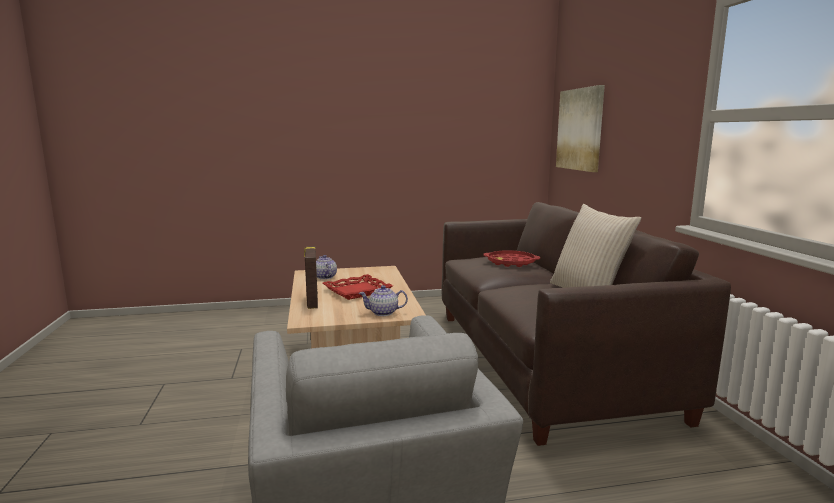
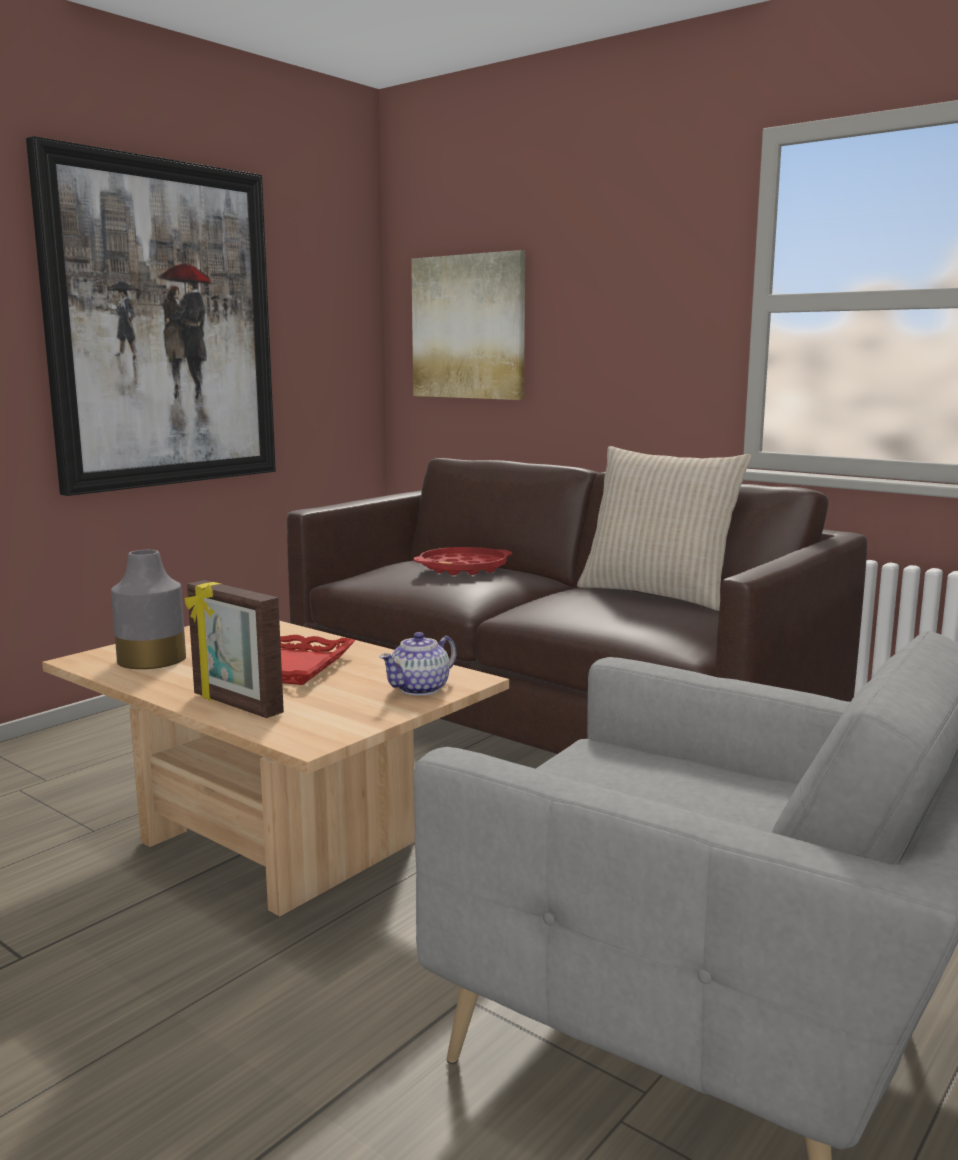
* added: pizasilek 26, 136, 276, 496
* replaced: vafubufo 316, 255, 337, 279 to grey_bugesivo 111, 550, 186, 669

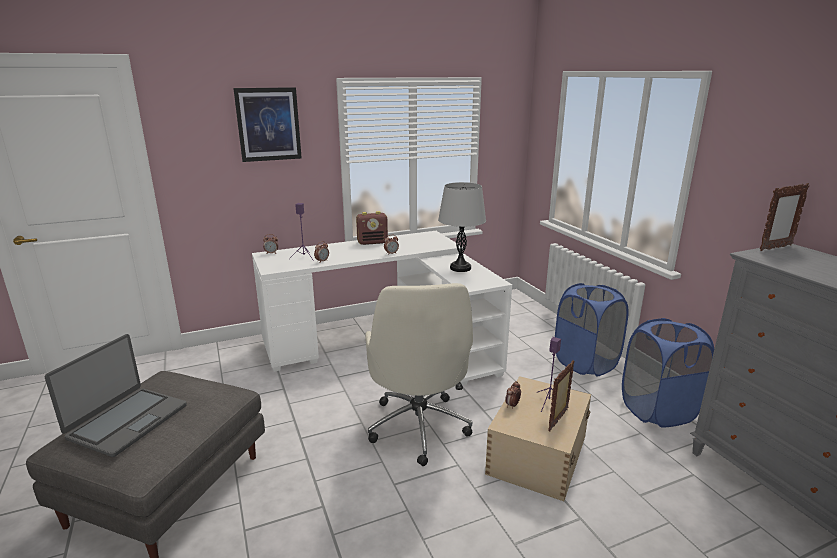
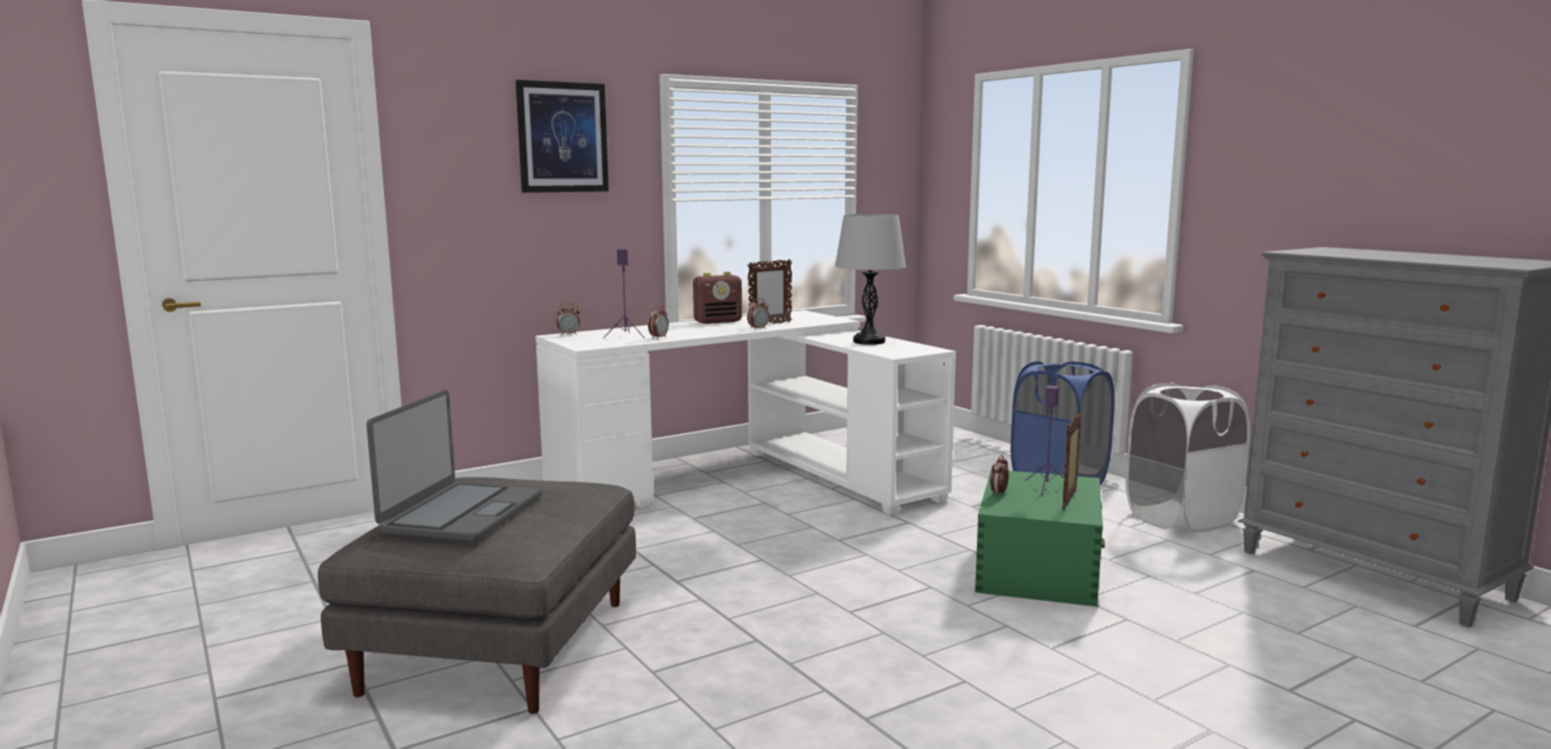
* removed: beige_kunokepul 365, 283, 473, 466
* moved: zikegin 760, 183, 809, 251 to 747, 259, 792, 324
* recoloured: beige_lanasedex 485, 376, 591, 501 to green_lanasedex 975, 469, 1105, 607
* recoloured: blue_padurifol 622, 318, 714, 428 to white_padurifol 1125, 382, 1250, 532

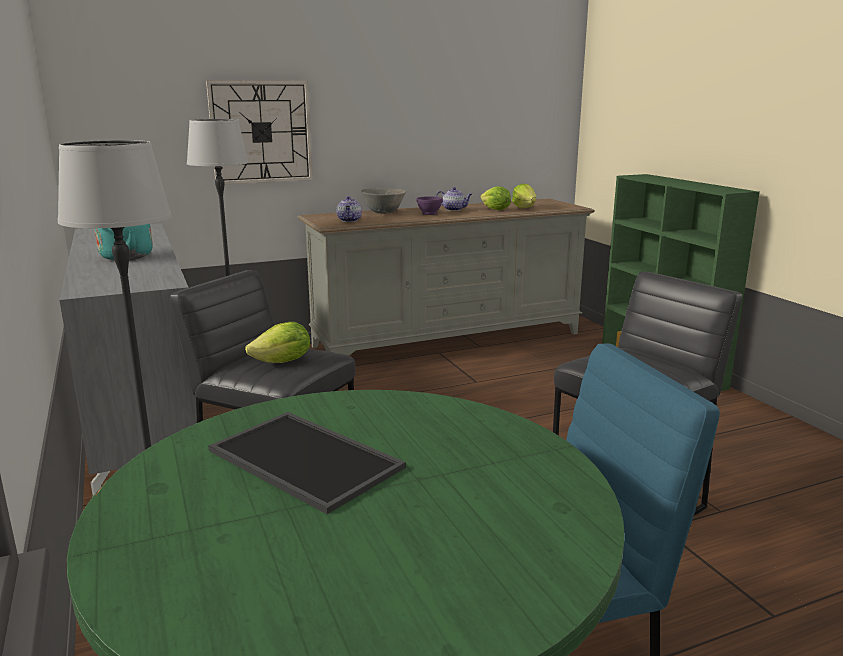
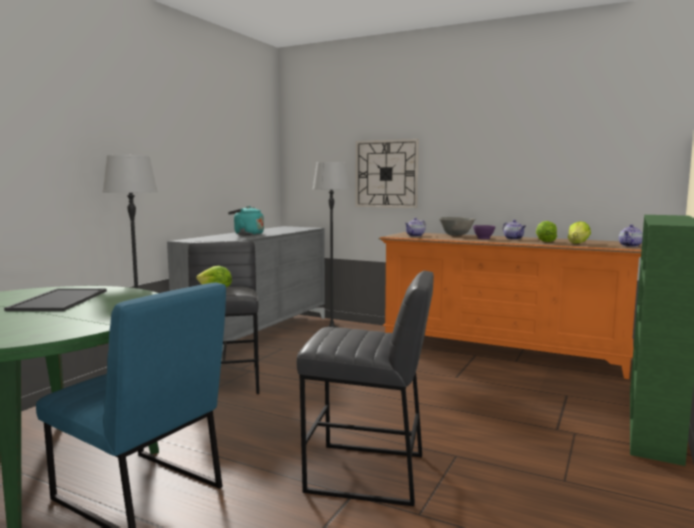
* added: vafubufo 619, 224, 643, 247
* recoloured: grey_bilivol 297, 198, 595, 355 to orange_bilivol 379, 232, 642, 379

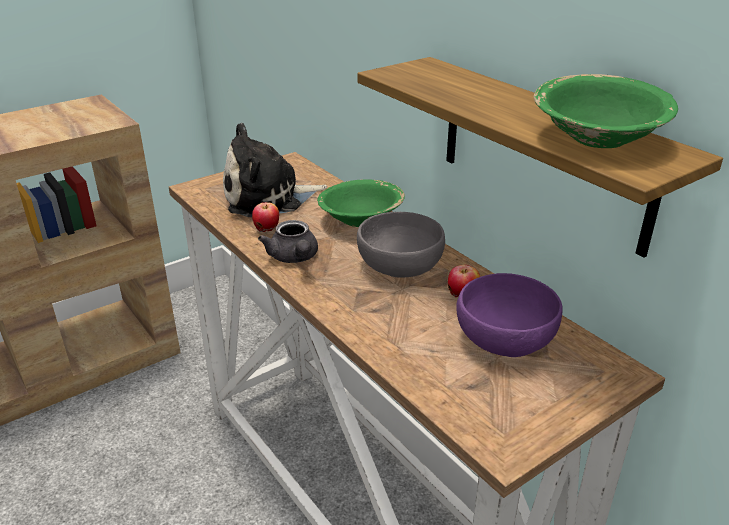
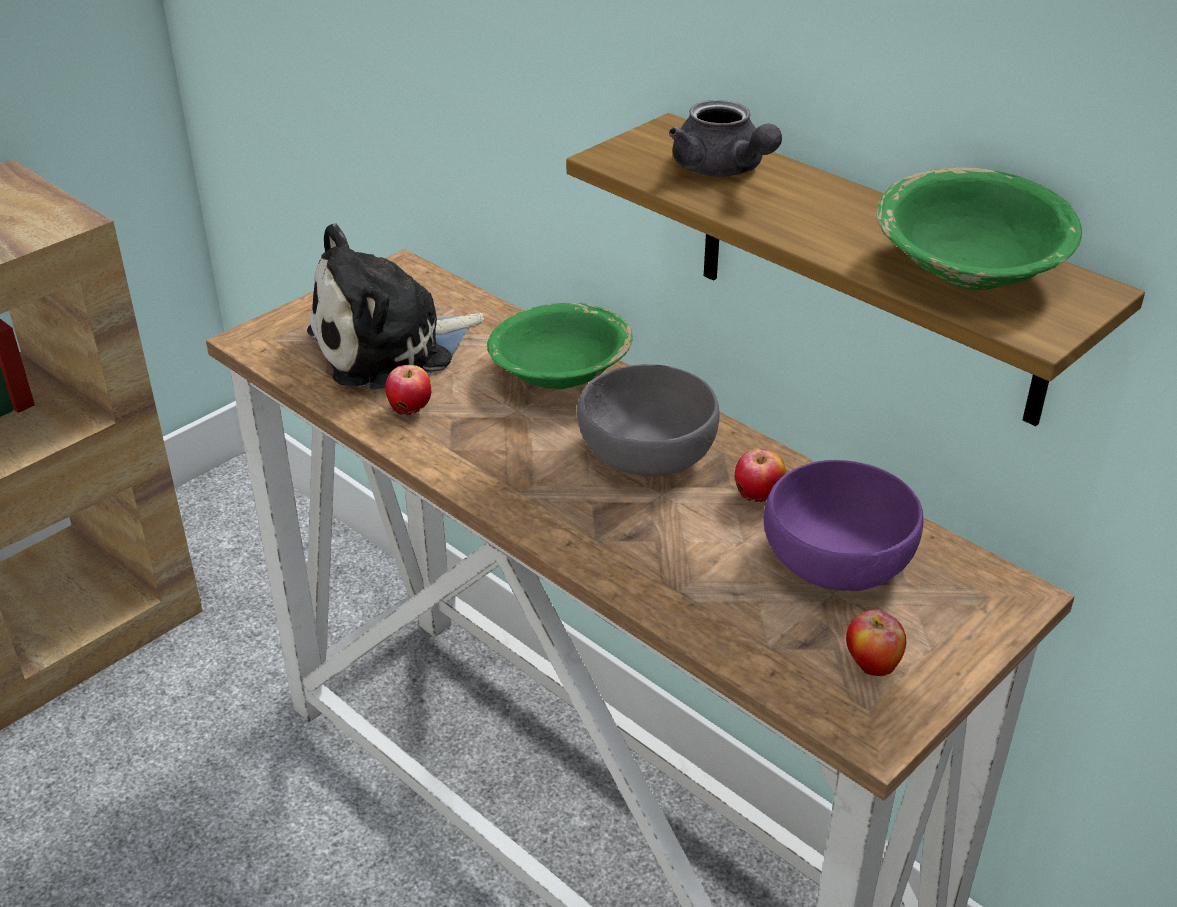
* added: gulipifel 846, 609, 906, 676
* moved: grey_vafubufo 258, 220, 318, 263 to 669, 100, 782, 177

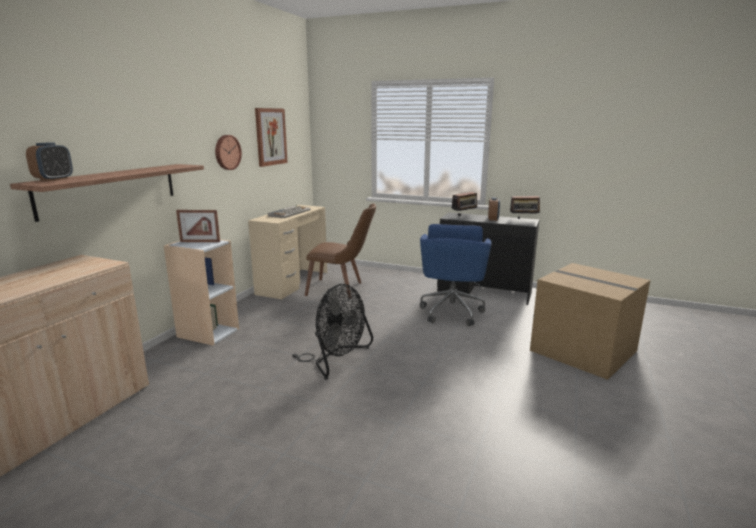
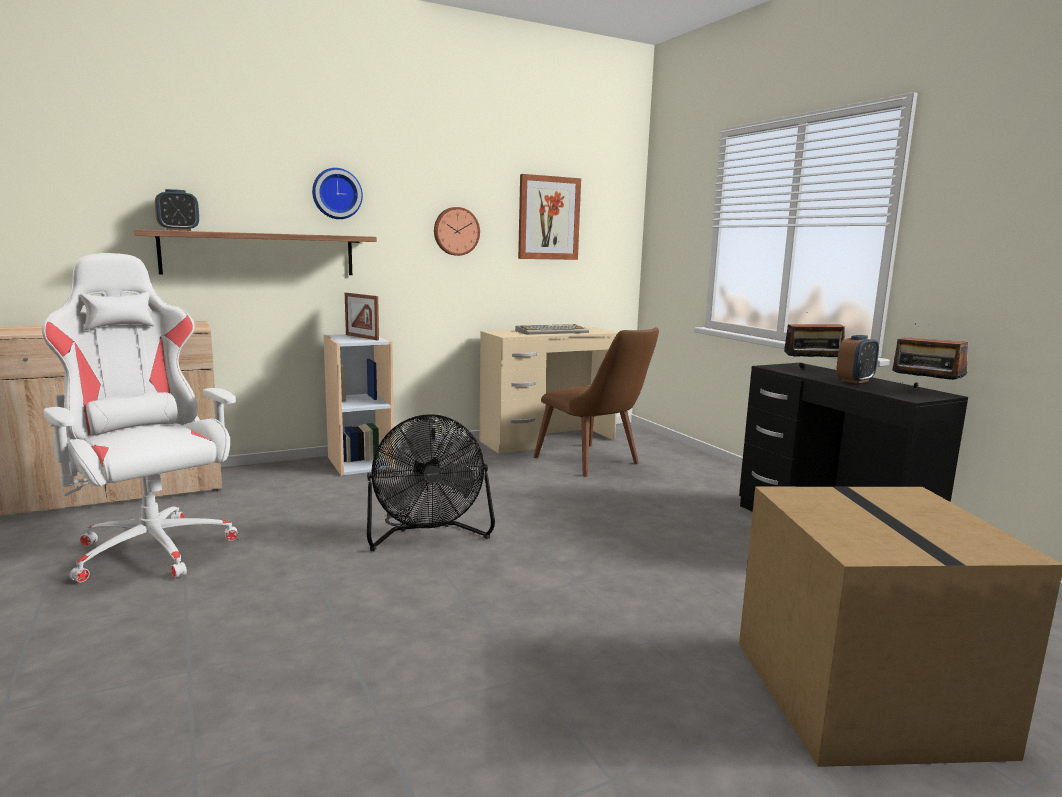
* removed: blue_kunokepul 420, 224, 491, 326
* added: white_kunokepul 42, 253, 238, 582
* added: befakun 312, 168, 363, 219

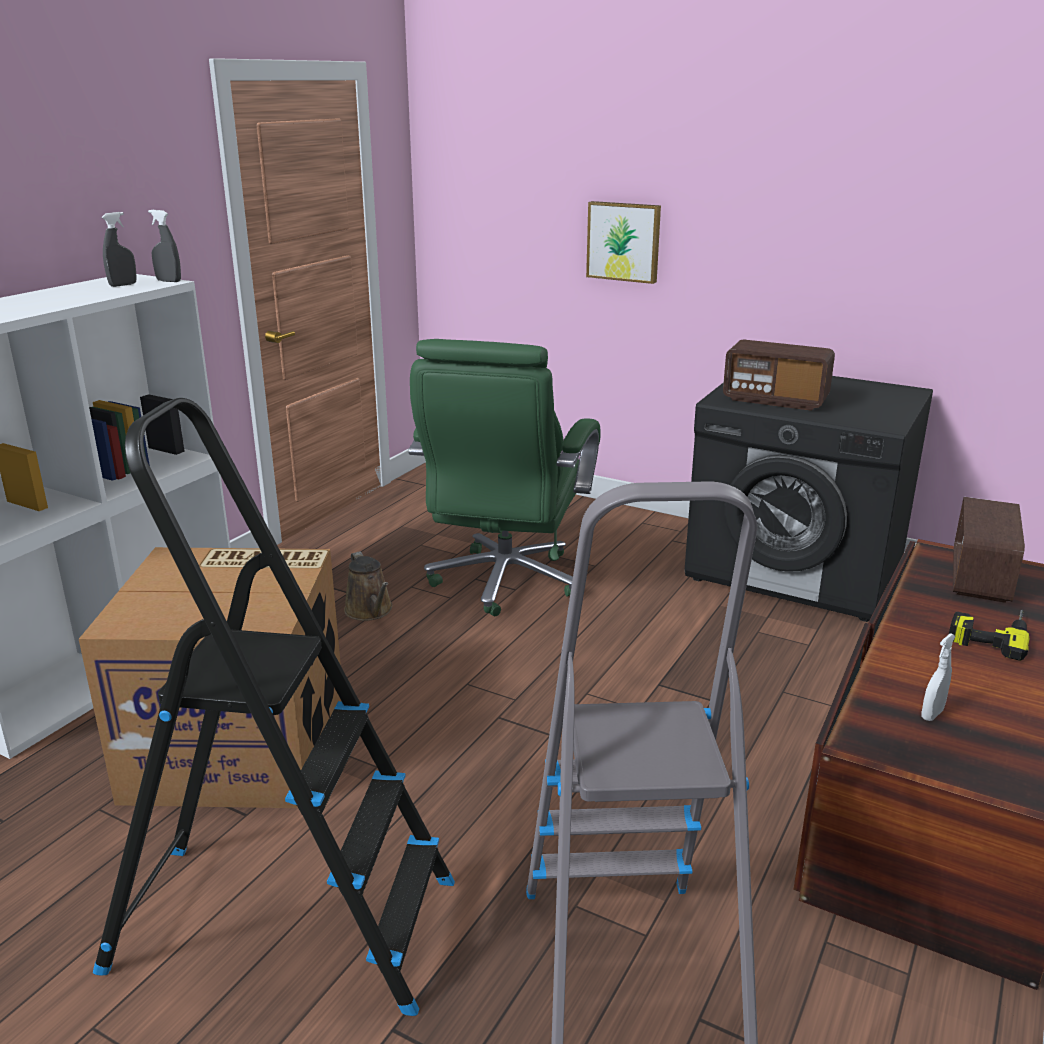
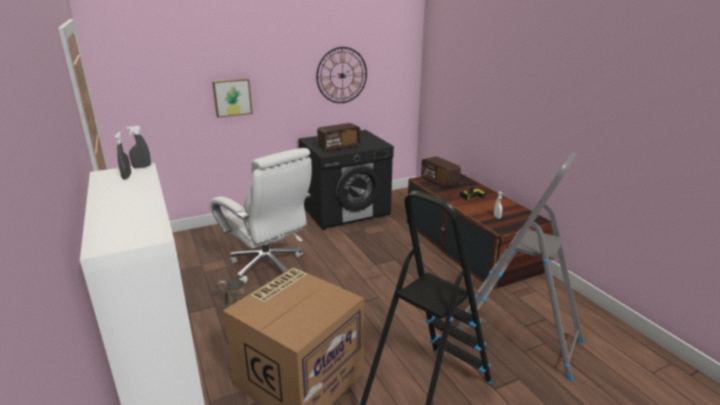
* added: befakun 316, 47, 367, 103
* recoloured: green_kunokepul 408, 339, 601, 616 to white_kunokepul 209, 148, 312, 283

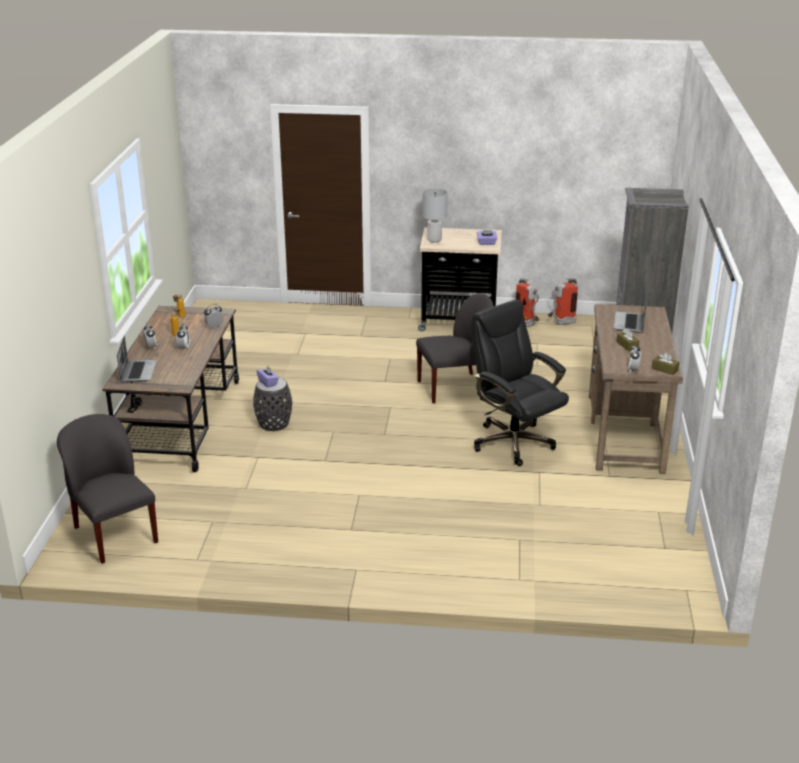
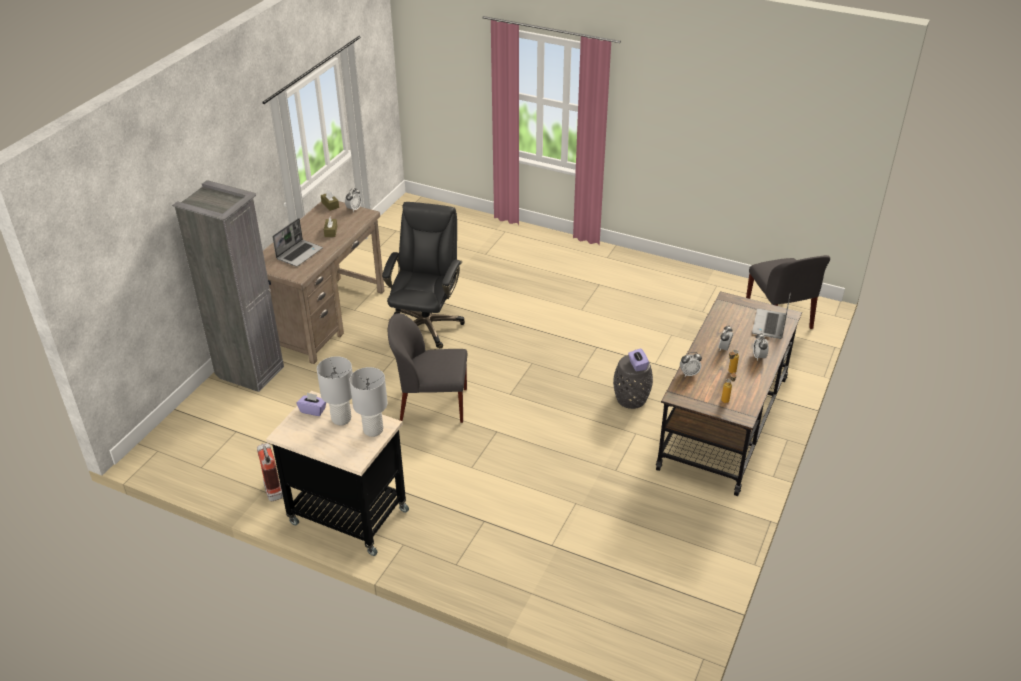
* removed: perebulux 548, 278, 578, 325
* added: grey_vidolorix 317, 356, 353, 425
* turned: black_kunokepul 471, 300, 569, 466 = 382, 202, 465, 348 150 degrees counterclockwise

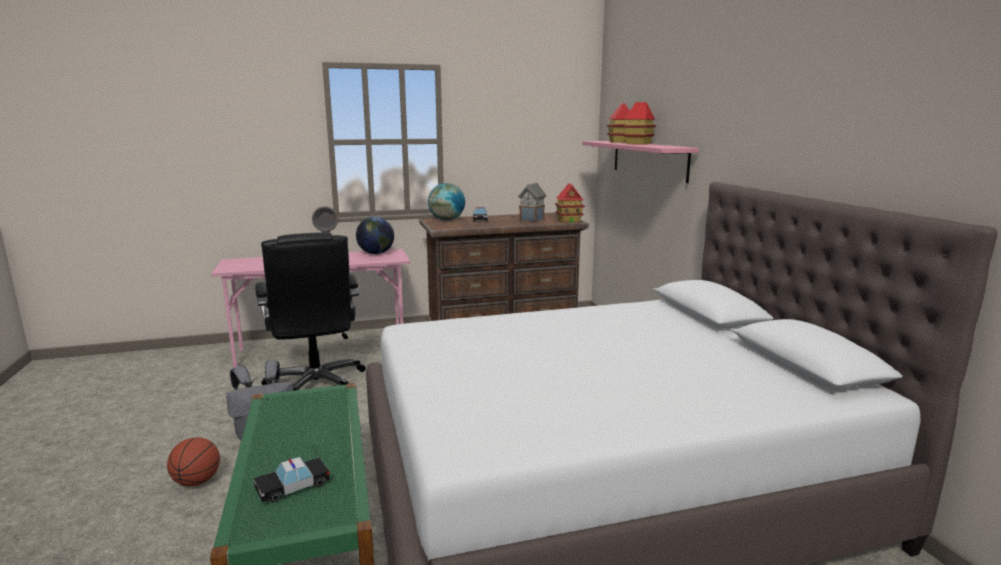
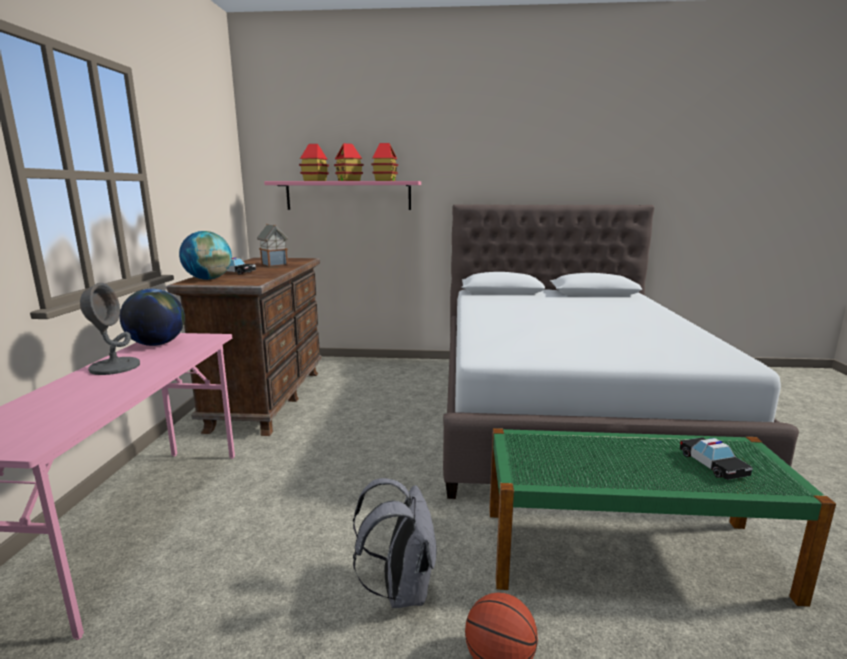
* removed: black_kunokepul 255, 232, 366, 391
* moved: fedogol 555, 183, 585, 223 to 371, 143, 398, 181

